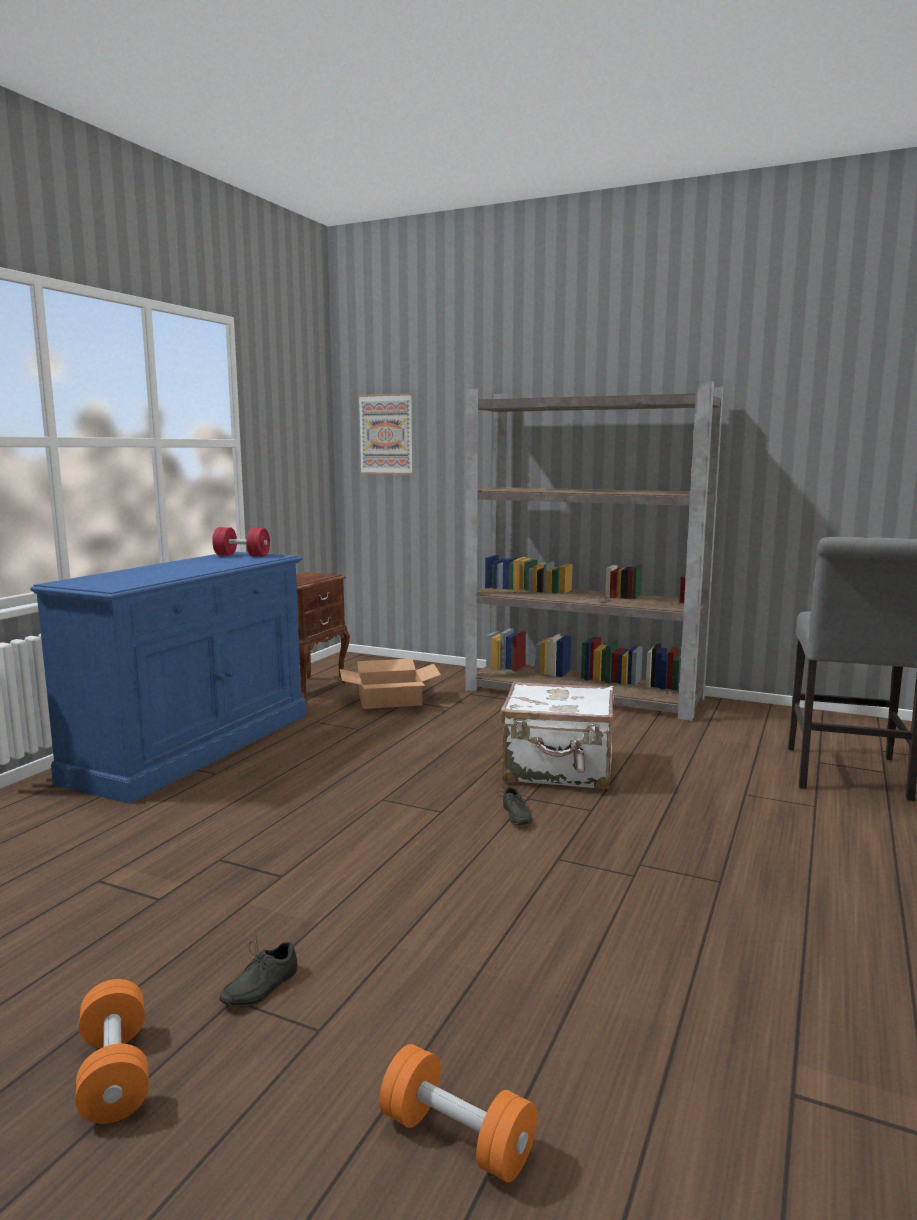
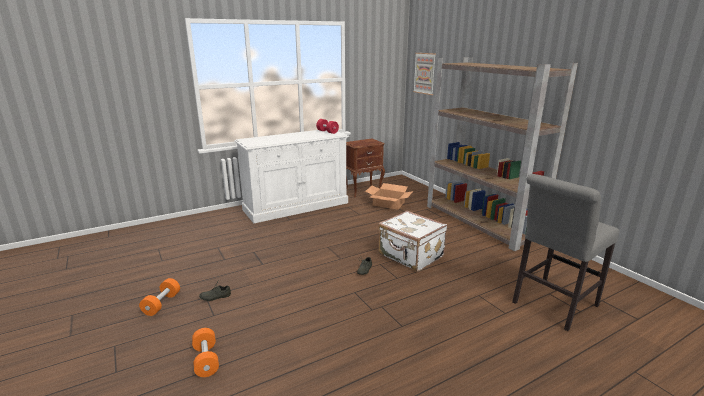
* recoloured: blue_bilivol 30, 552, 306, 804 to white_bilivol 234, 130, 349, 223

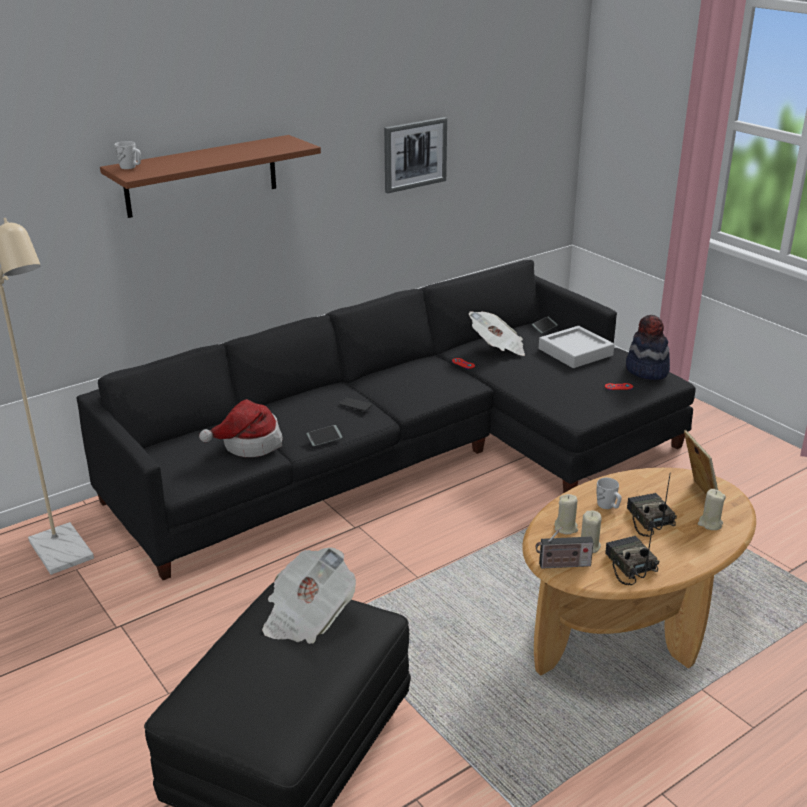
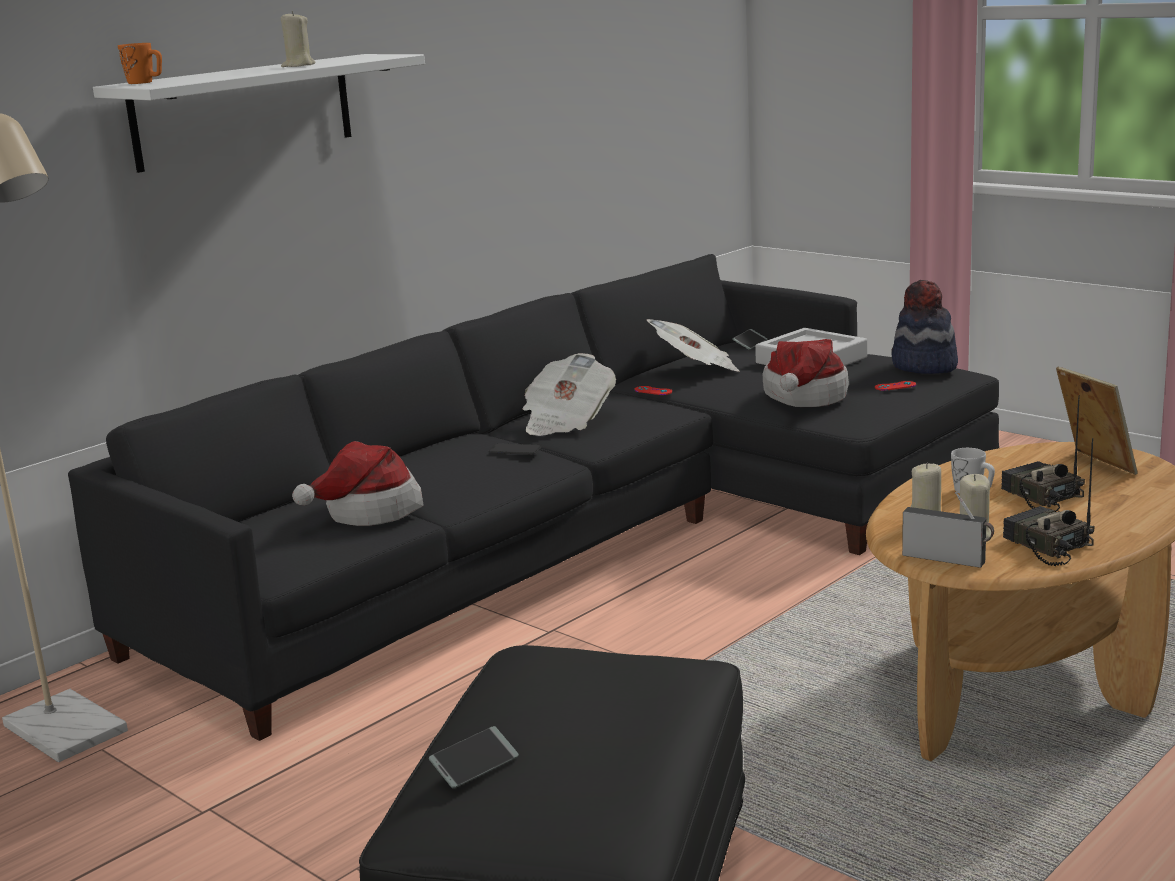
* removed: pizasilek 384, 117, 447, 193
* added: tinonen 763, 339, 849, 407
* moved: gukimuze 262, 547, 356, 644 to 522, 353, 616, 436
* moved: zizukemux 306, 425, 343, 446 to 429, 726, 519, 788
* moved: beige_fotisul 698, 489, 726, 530 to 281, 11, 315, 67
* recoloured: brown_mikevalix 100, 135, 321, 218 to white_mikevalix 93, 54, 425, 173
* recoloured: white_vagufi 114, 141, 141, 169 to orange_vagufi 118, 43, 162, 84
* turned: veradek 536, 527, 594, 569 = 902, 491, 994, 568 135 degrees counterclockwise

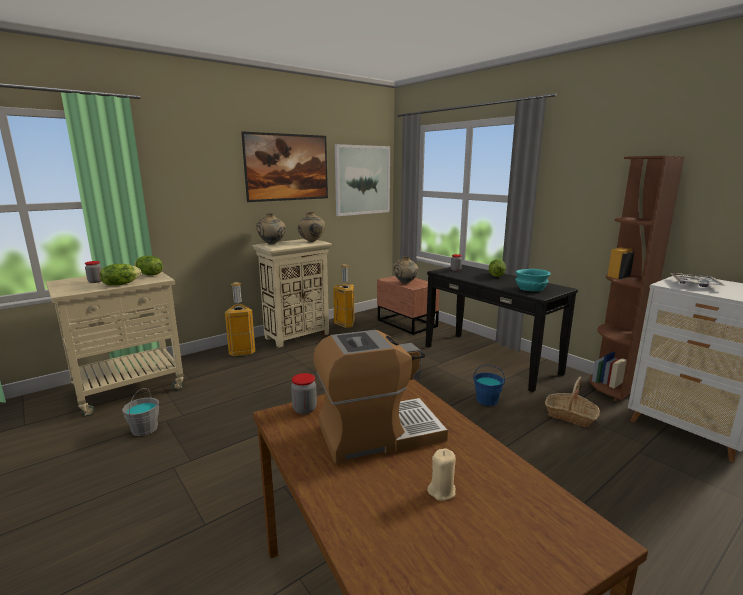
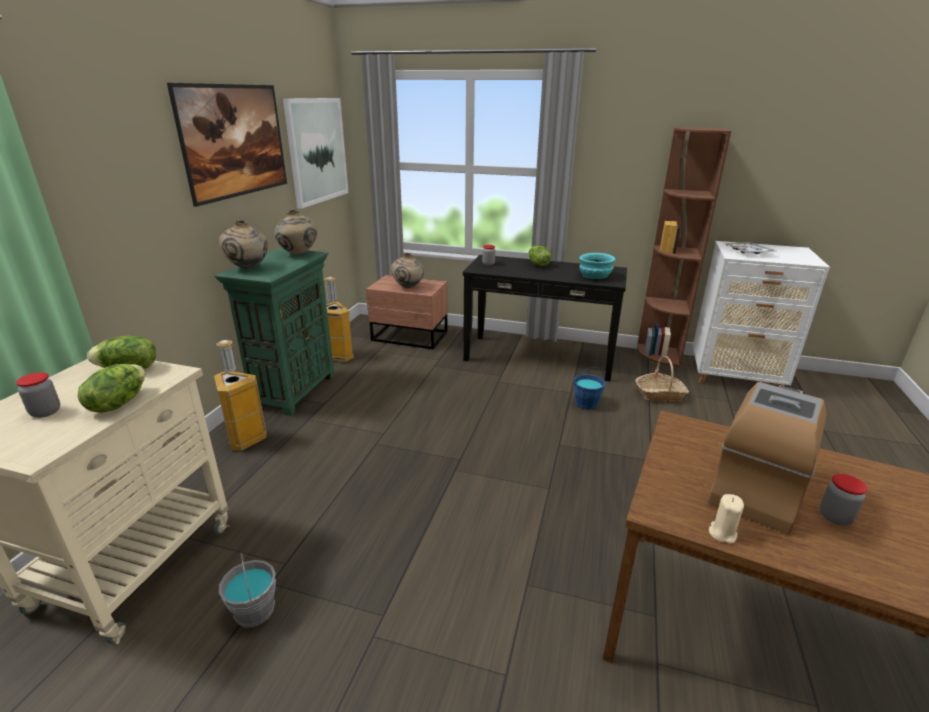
* moved: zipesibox 291, 373, 317, 414 to 820, 474, 868, 526
* moved: beige_fotisul 427, 448, 456, 501 to 709, 494, 744, 544
* recoloured: beige_bilivol 252, 239, 332, 348 to green_bilivol 214, 248, 334, 416

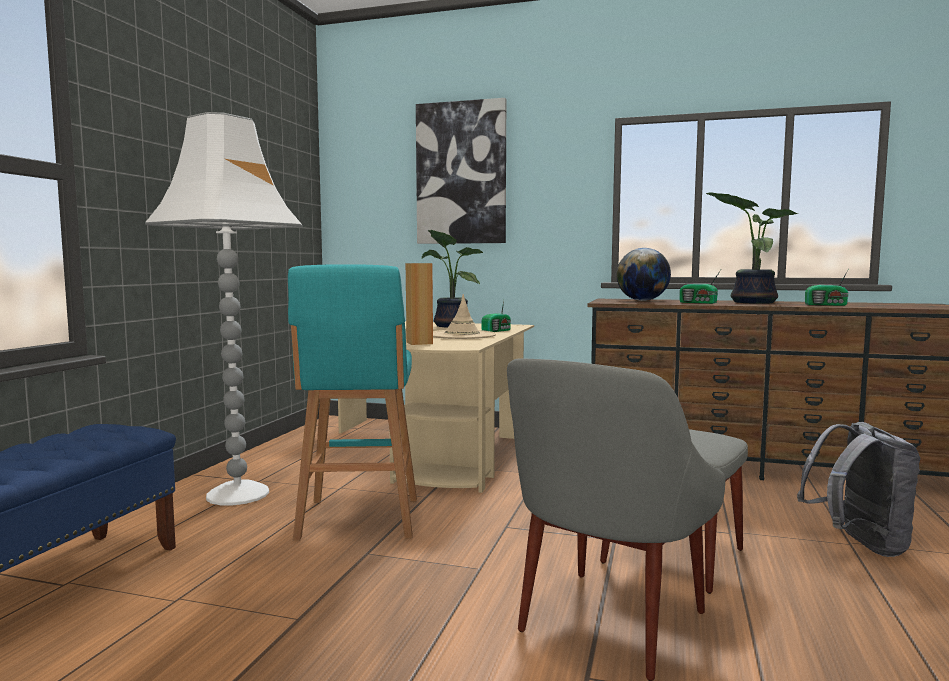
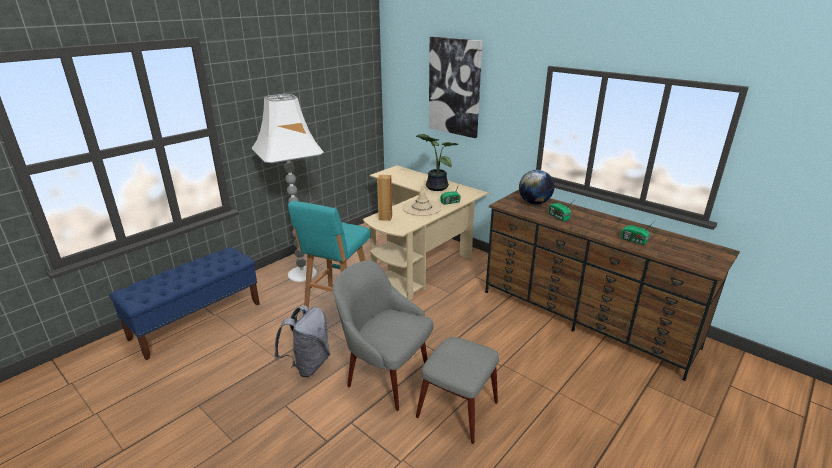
* removed: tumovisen 706, 192, 798, 304
* moved: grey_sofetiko 797, 422, 920, 557 to 274, 306, 330, 377
* turned: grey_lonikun 507, 358, 748, 681 = 333, 260, 499, 444 60 degrees clockwise

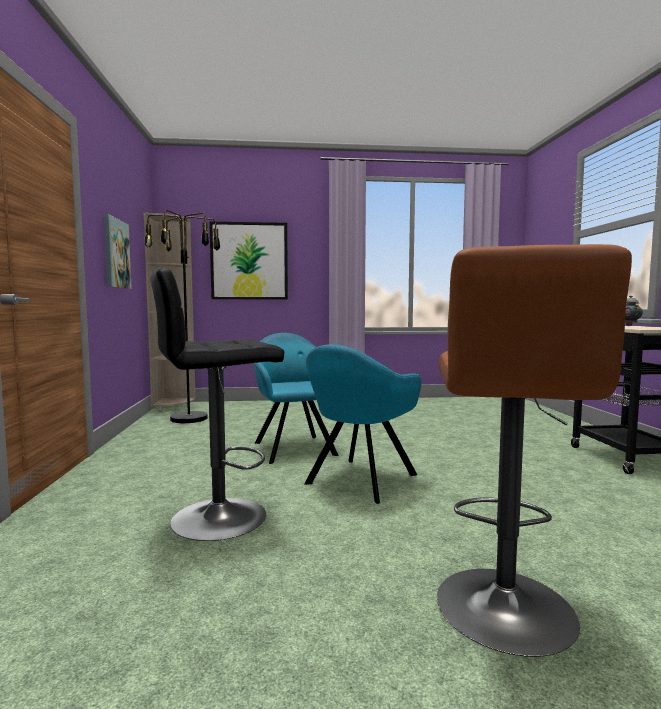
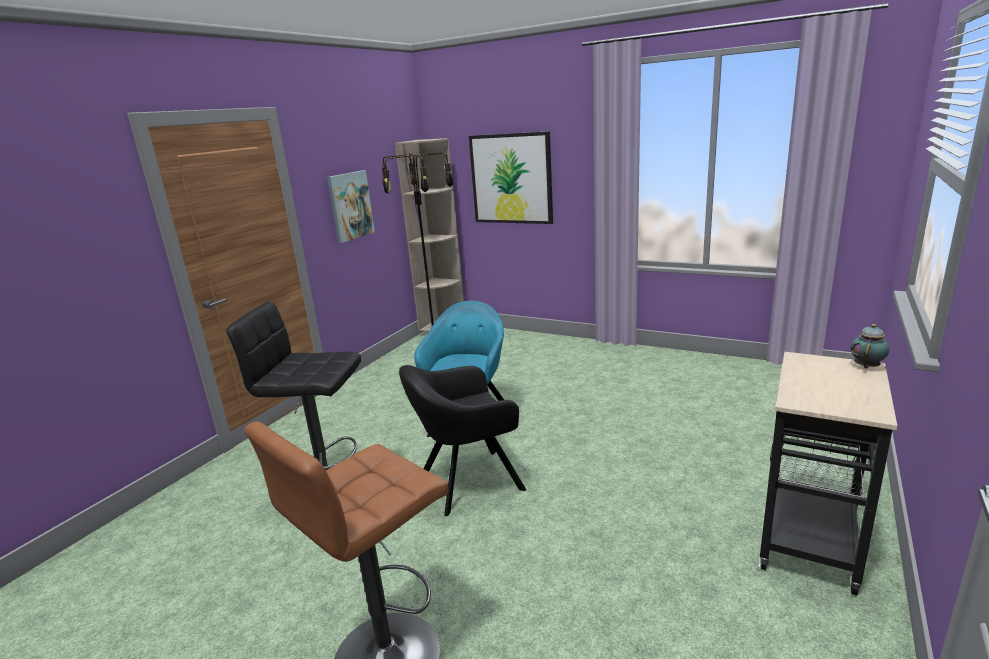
* recoloured: turquoise_lonikun 304, 344, 422, 504 to black_lonikun 399, 365, 526, 516

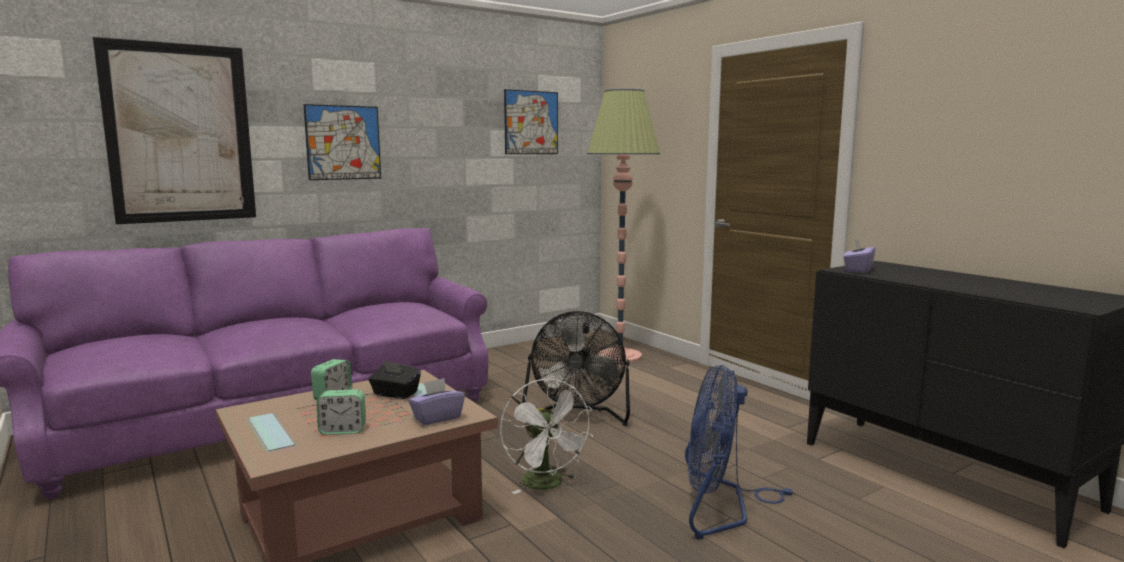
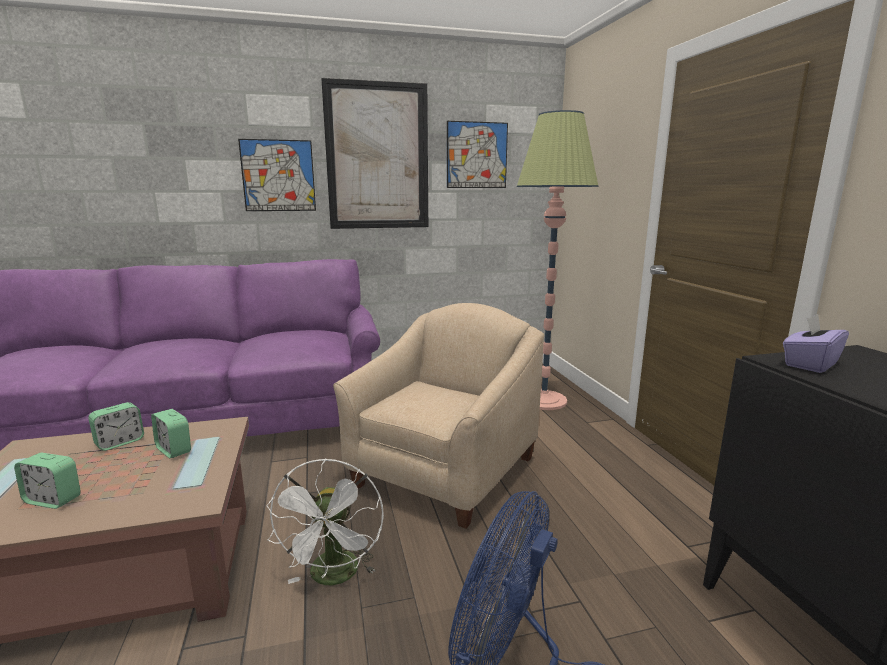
* removed: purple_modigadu 409, 378, 465, 425
* moved: pizasilek 93, 37, 256, 224 to 321, 78, 428, 229
* replaced: black_modigadu 369, 361, 421, 399 to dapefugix 151, 409, 191, 458
* replaced: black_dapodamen 522, 311, 630, 426 to beige_lonikun 333, 303, 544, 529

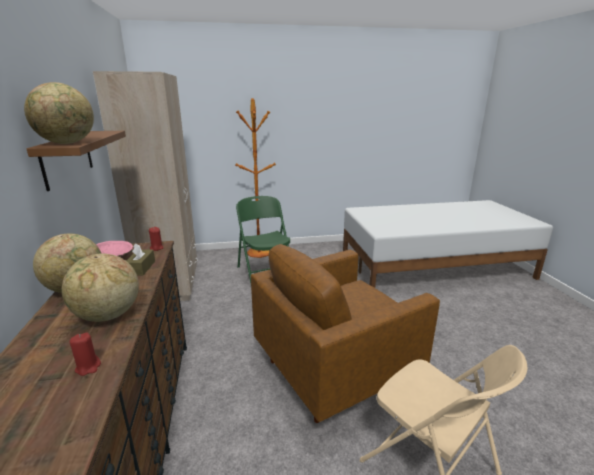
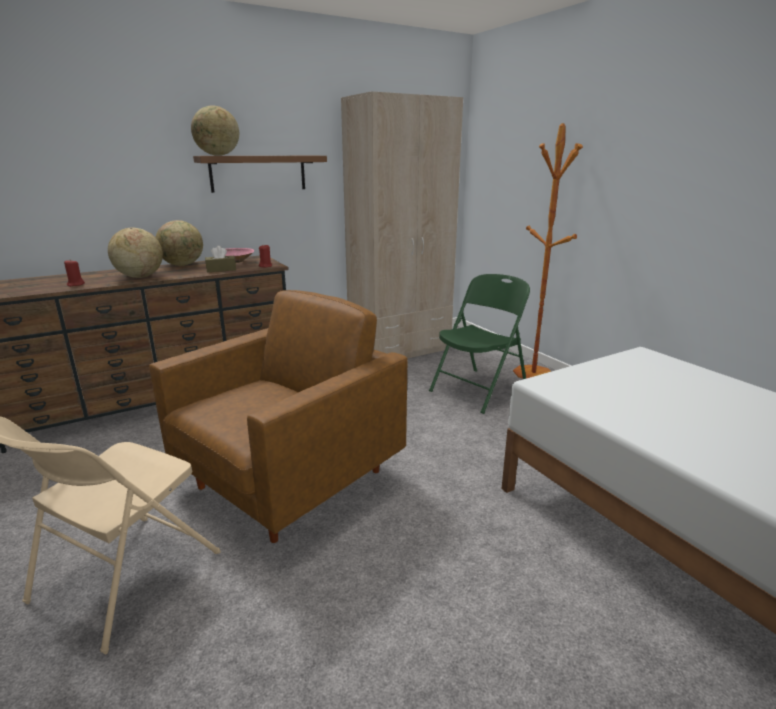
* turned: brown_lonikun 251, 244, 440, 423 = 149, 290, 408, 543 90 degrees clockwise

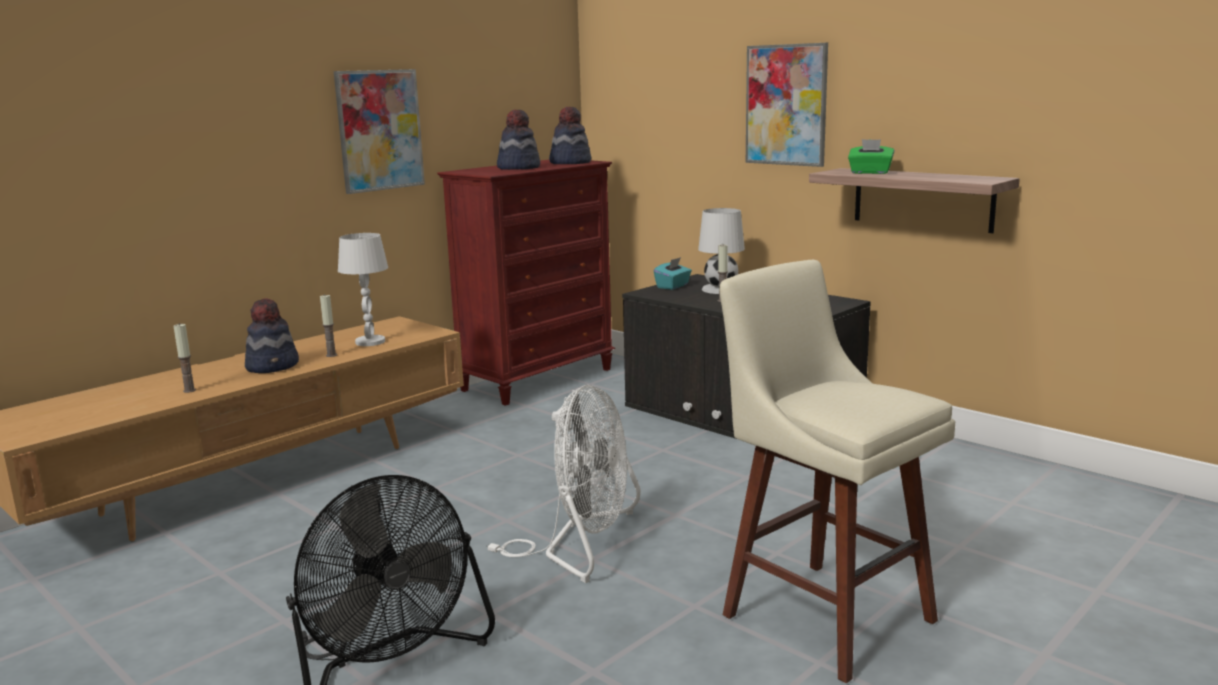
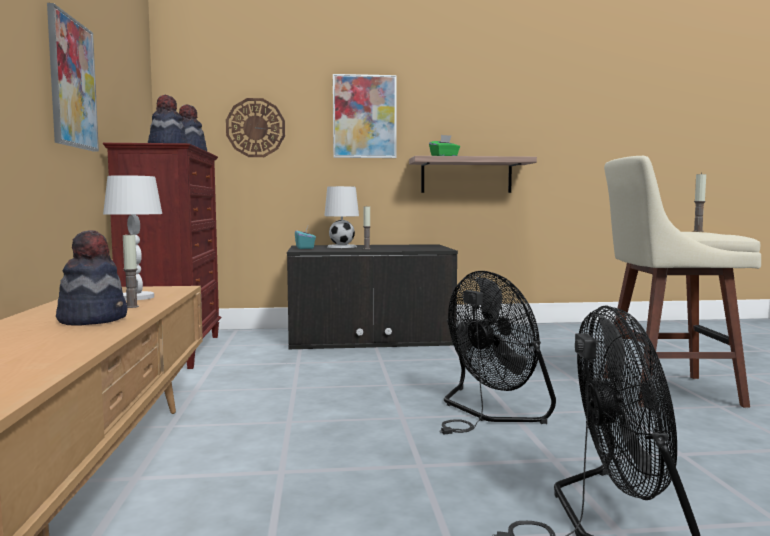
* added: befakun 226, 98, 285, 157
* moved: fotisul 174, 323, 196, 393 to 693, 173, 706, 232
* recoloured: white_dapodamen 488, 385, 641, 583 to black_dapodamen 439, 271, 556, 435

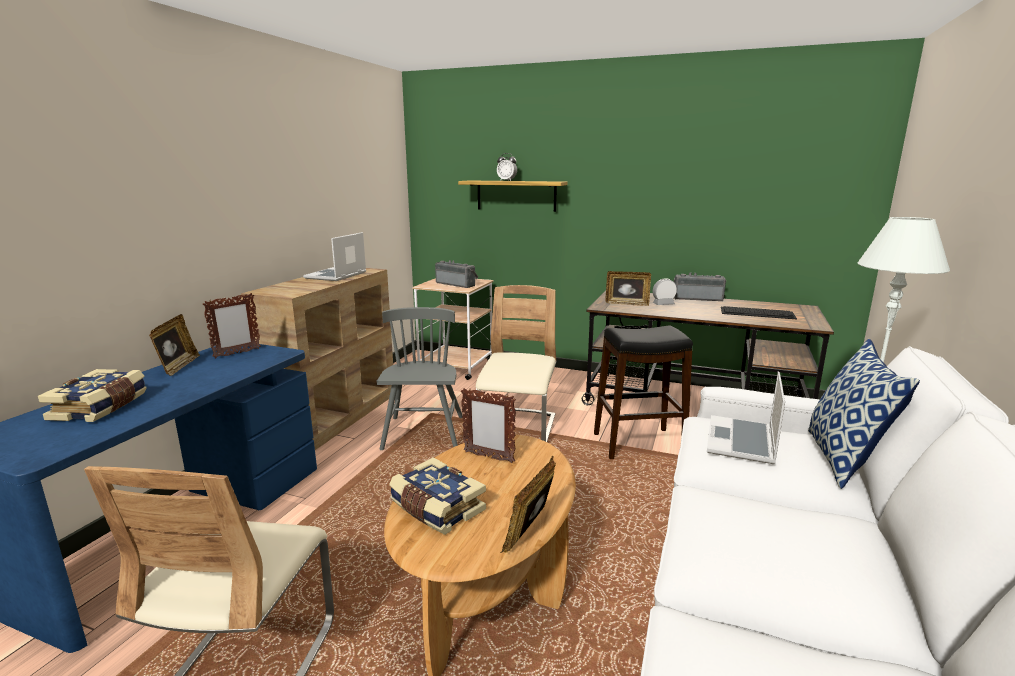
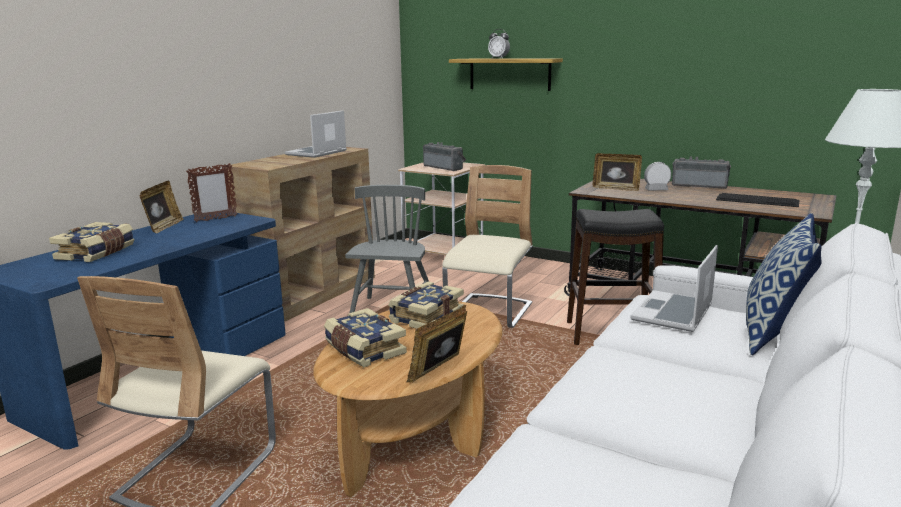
* replaced: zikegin 461, 388, 516, 463 to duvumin 388, 281, 464, 329

